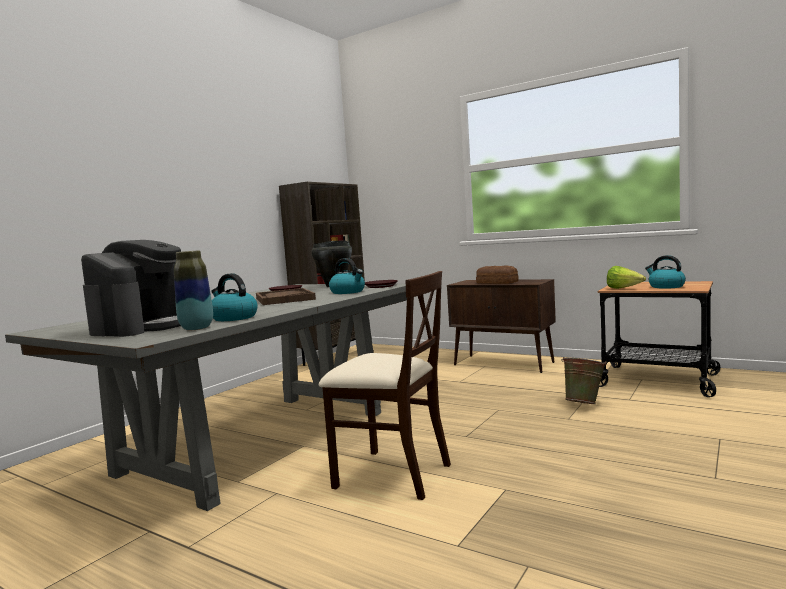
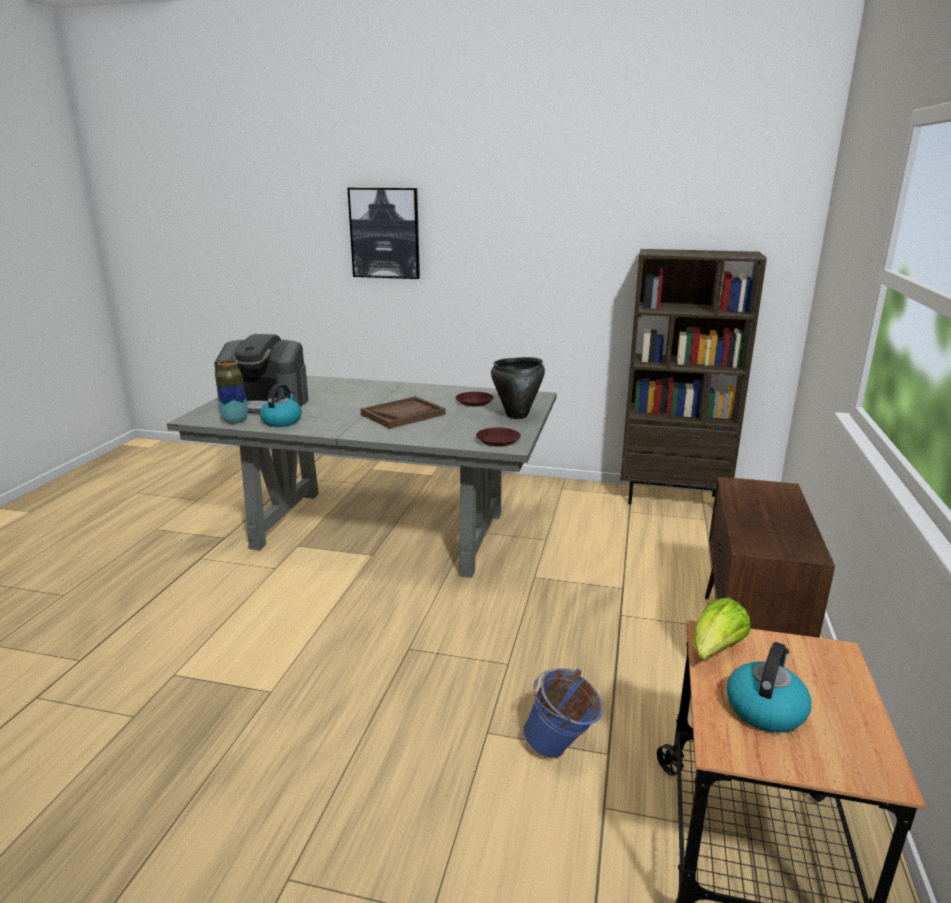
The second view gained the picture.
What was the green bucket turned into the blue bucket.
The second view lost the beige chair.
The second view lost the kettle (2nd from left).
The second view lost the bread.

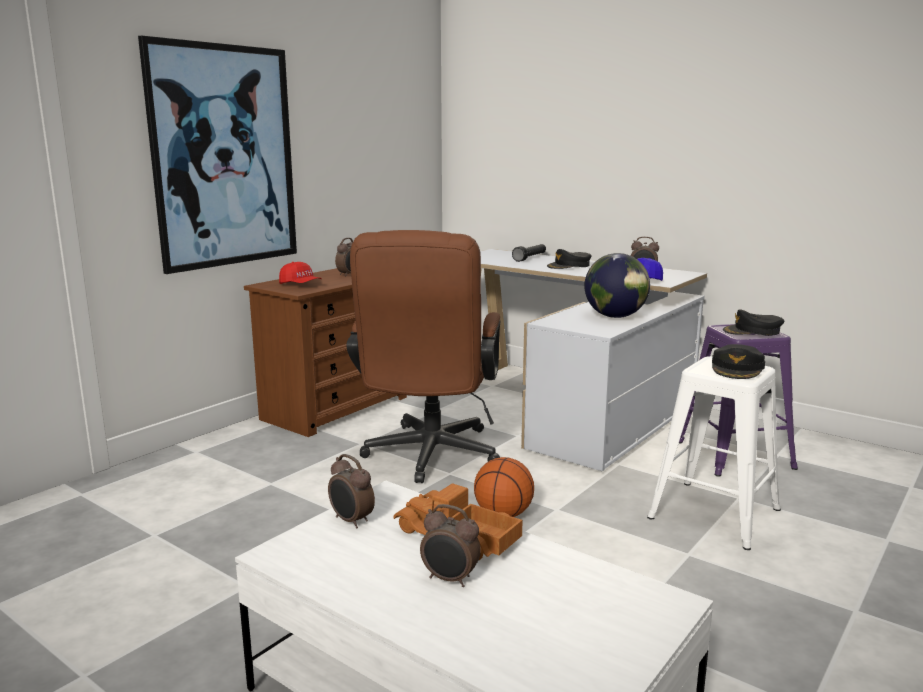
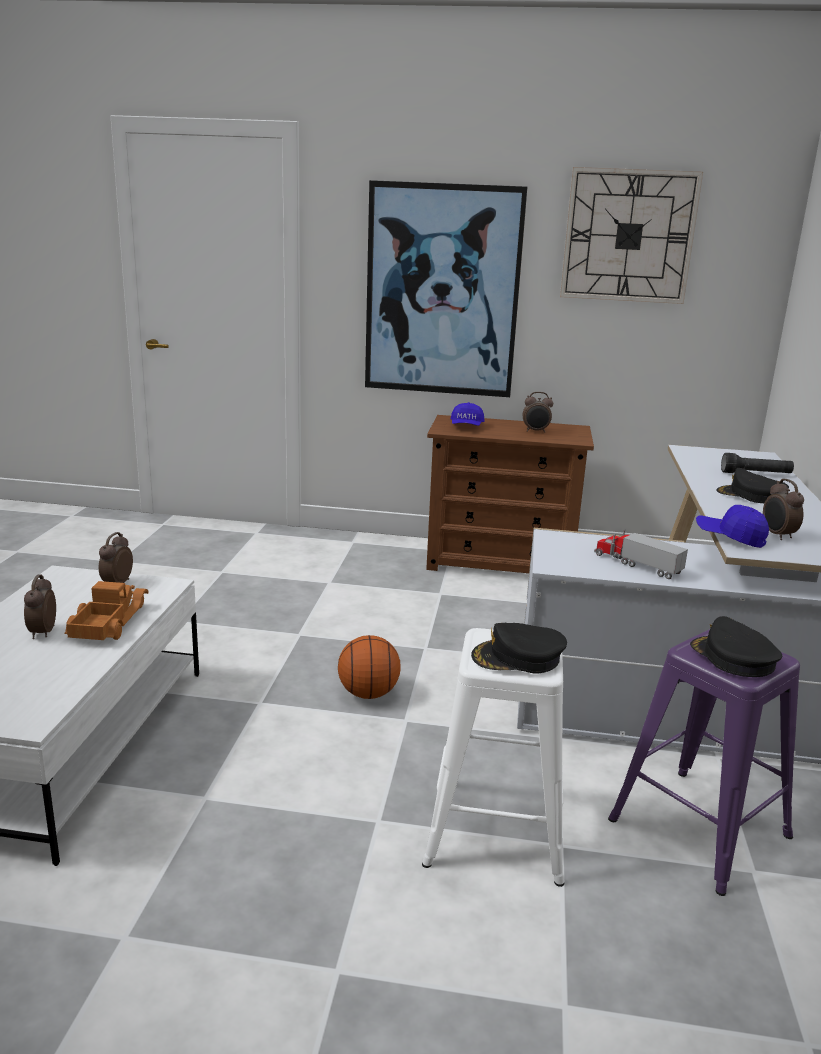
What was the red cap turned into the blue cap (1st from left).
The second view gained the wall clock.
Where the globe stood, the toy truck (2nd from left) came to stand.
The second view lost the brown office chair.

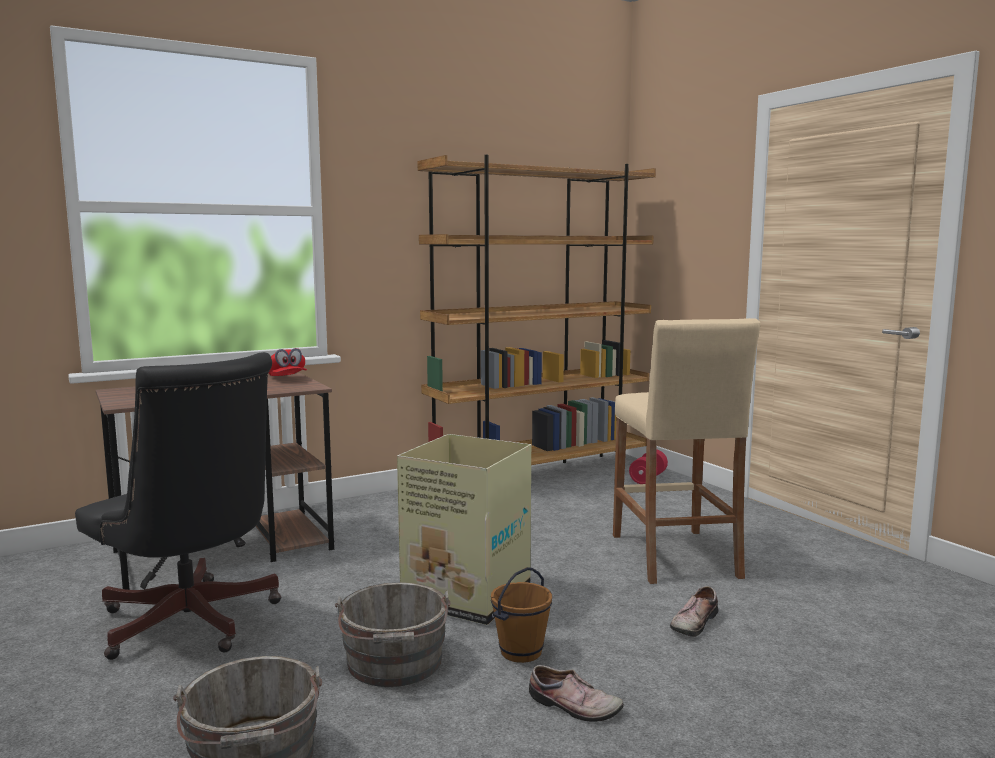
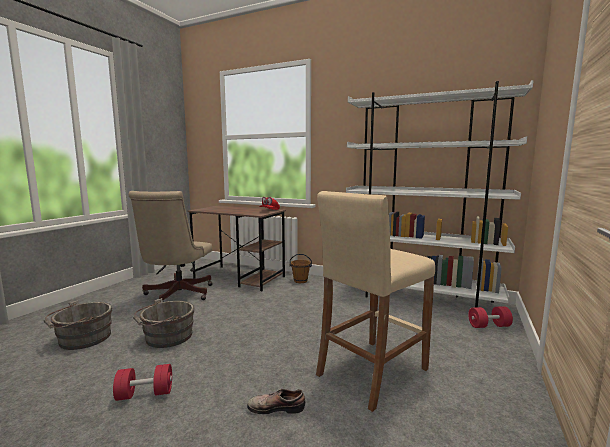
Where the shoe (1st from left) stood, the red dumbbell (1st from left) came to stand.
What was the black office chair turned into the beige office chair.
The brown bucket ended up elsewhere.
What was the brown bookcase turned into the white bookcase.
The second view lost the cardboard box.

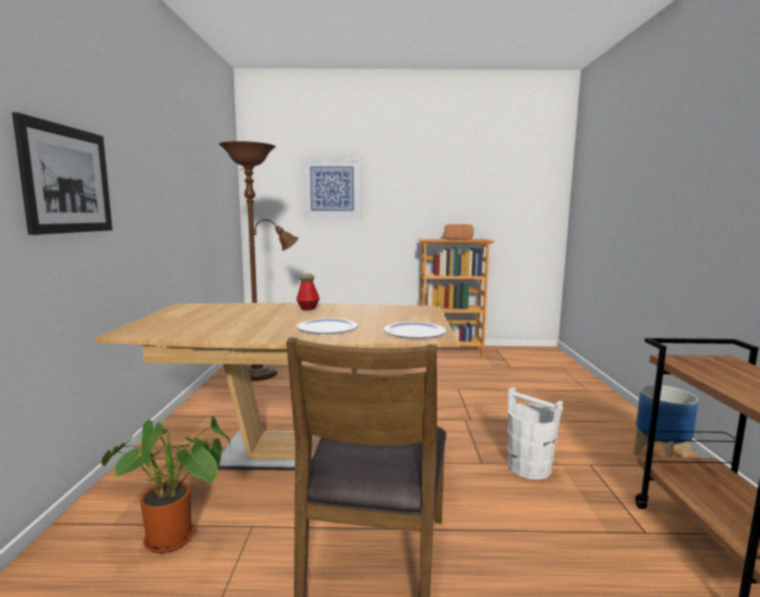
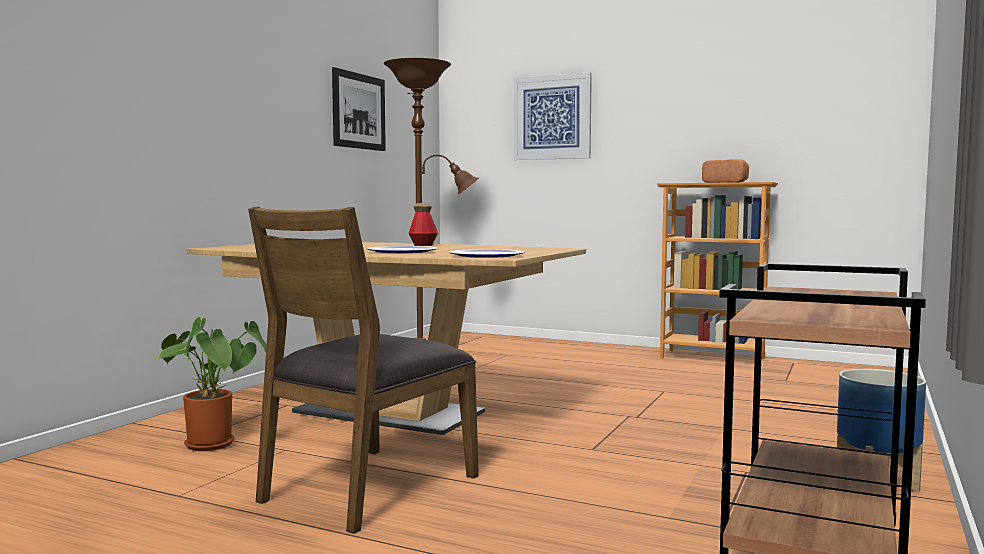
The picture (1st from left) ended up elsewhere.
The second view lost the white bucket.

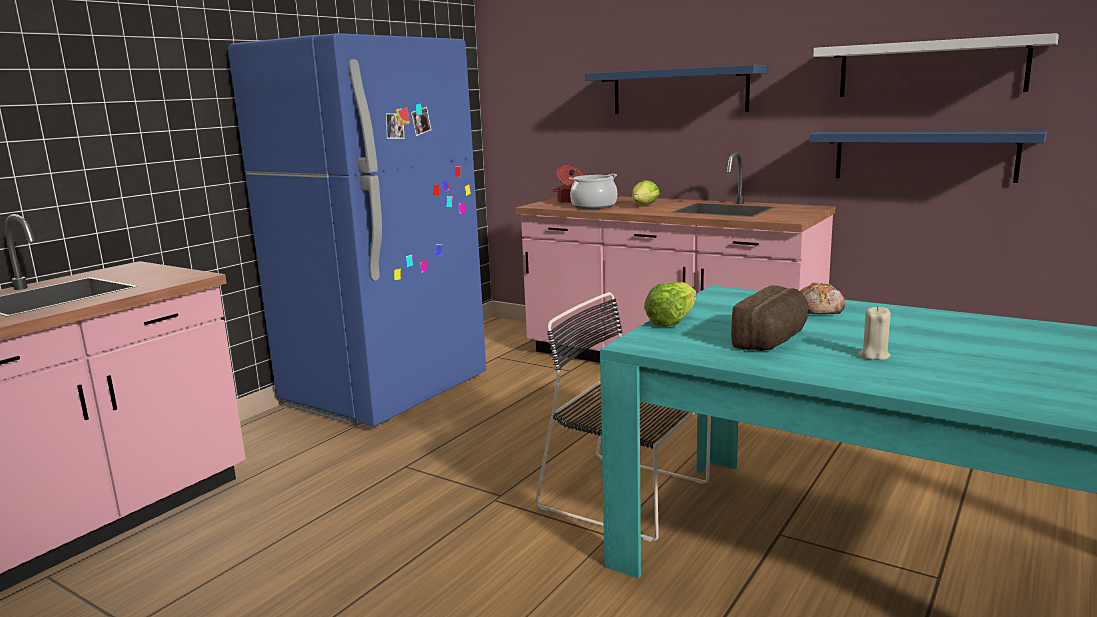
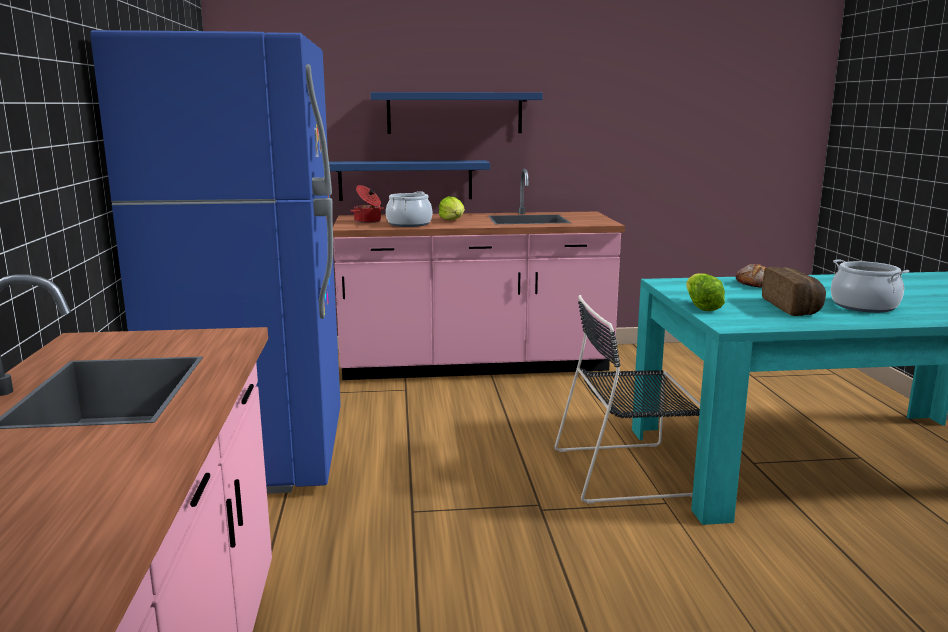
The blue shelf (2nd from left in the first image) ended up elsewhere.
Where the beige candle stood, the cooking pot (3rd from left) came to stand.
The second view lost the white shelf.

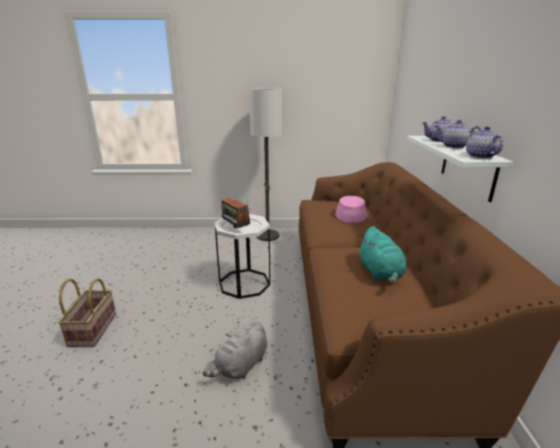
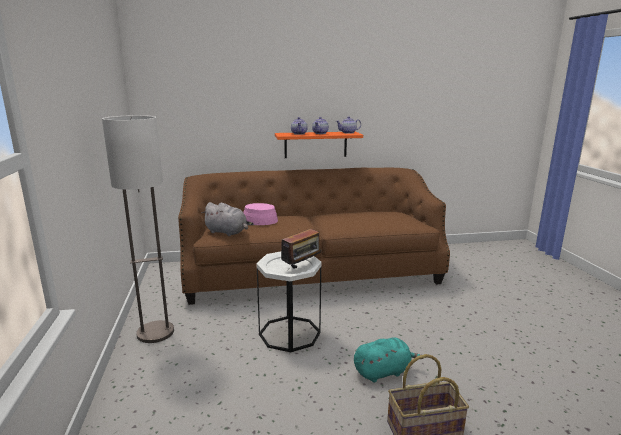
The grey plush toy ended up elsewhere.
What was the white shelf turned into the orange shelf.
The turquoise plush toy ended up elsewhere.

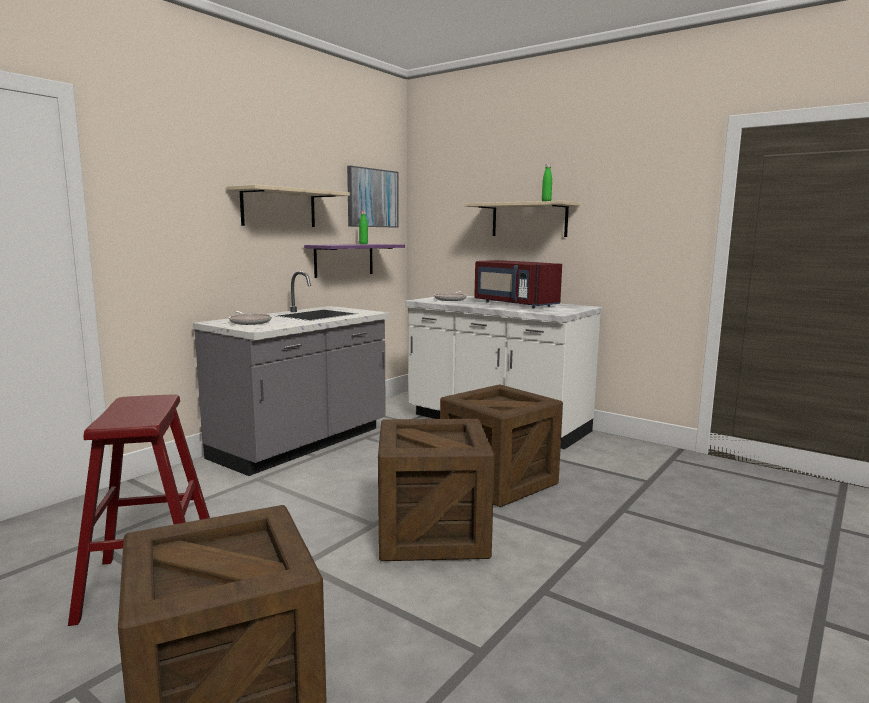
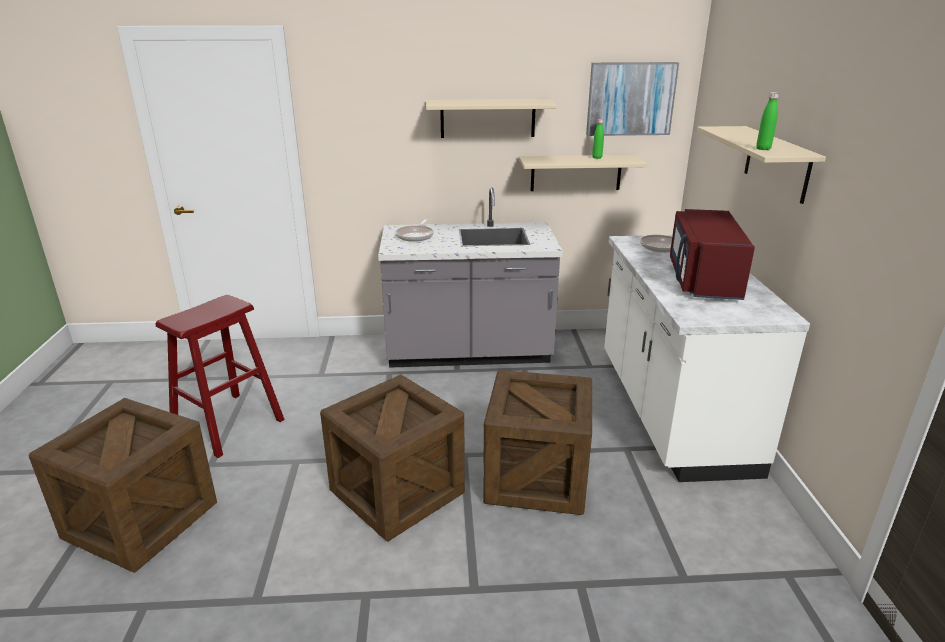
What was the purple shelf turned into the beige shelf (2nd from left).

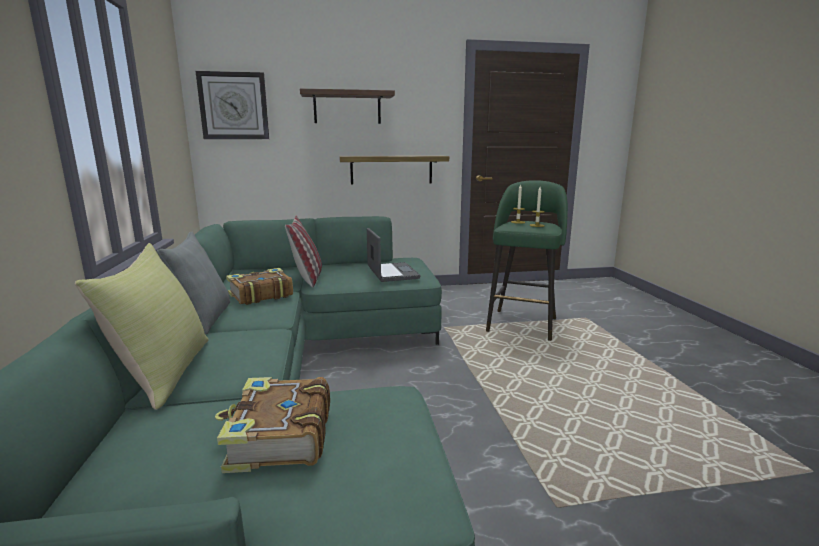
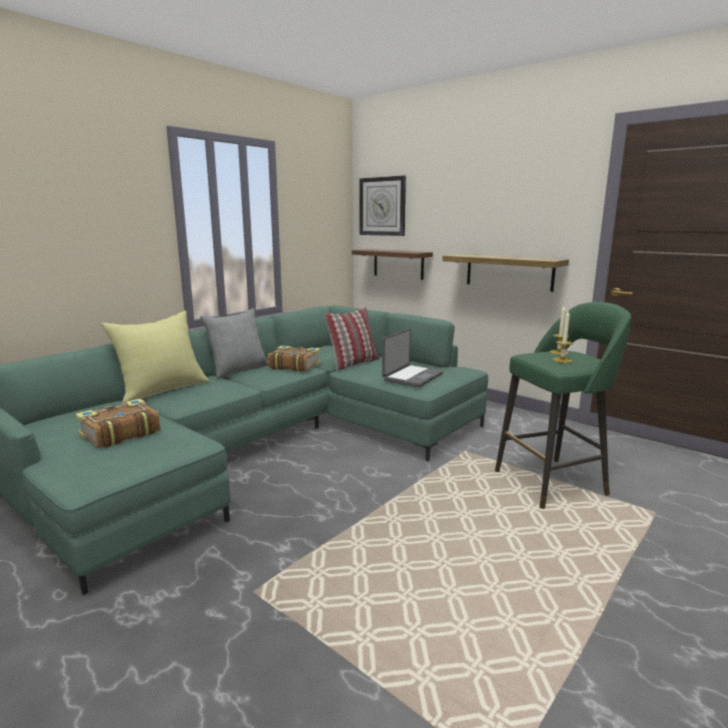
The shelf (1st from left) ended up elsewhere.

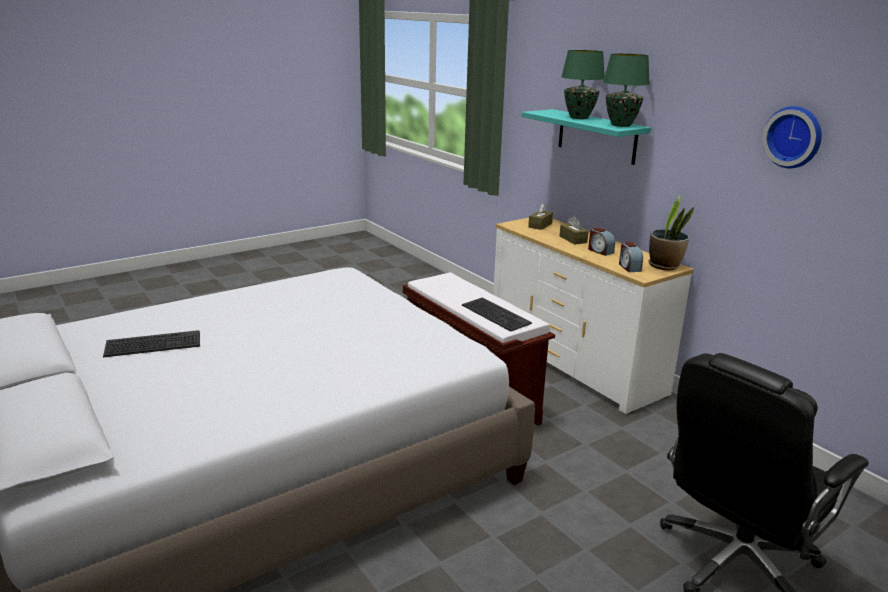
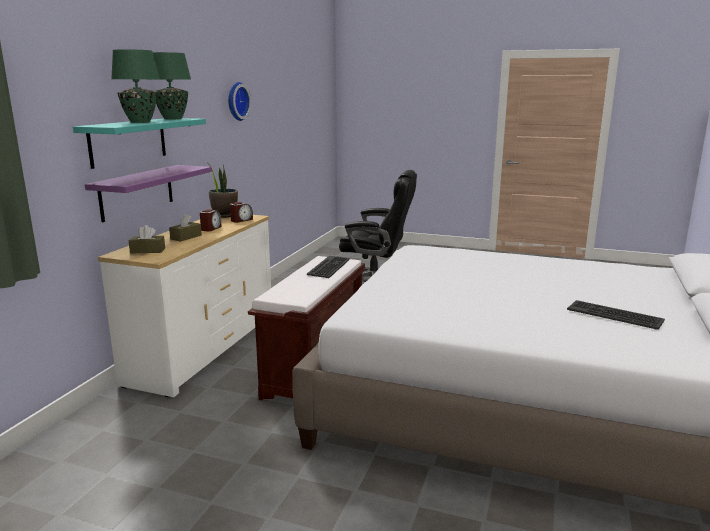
The second view gained the purple shelf.

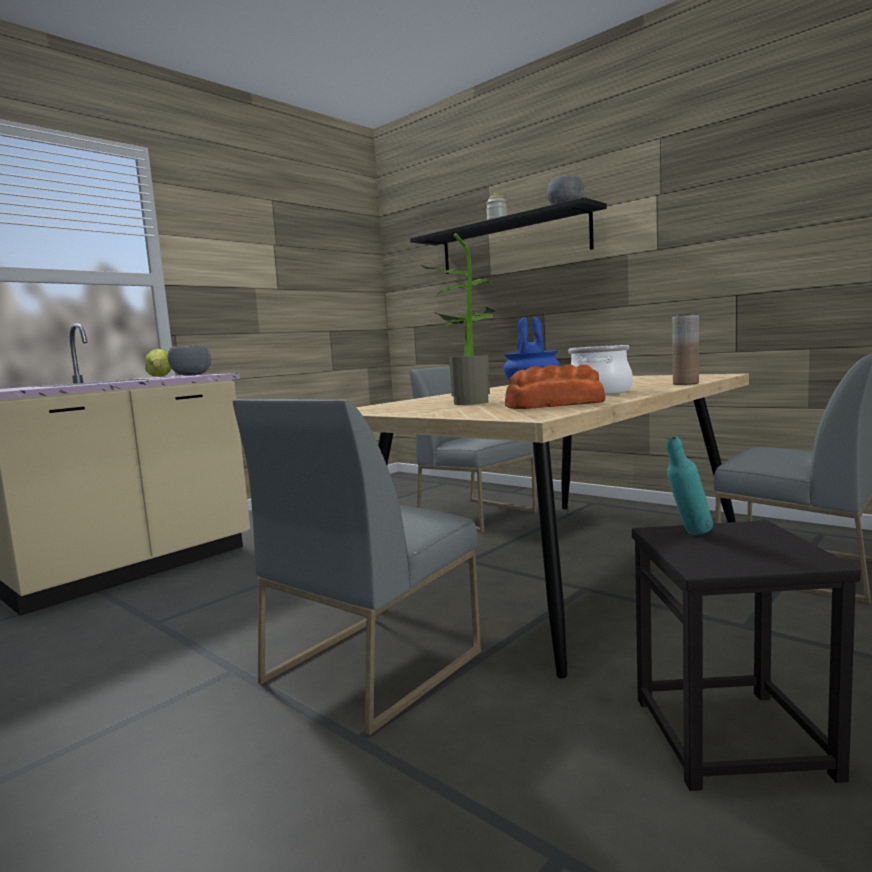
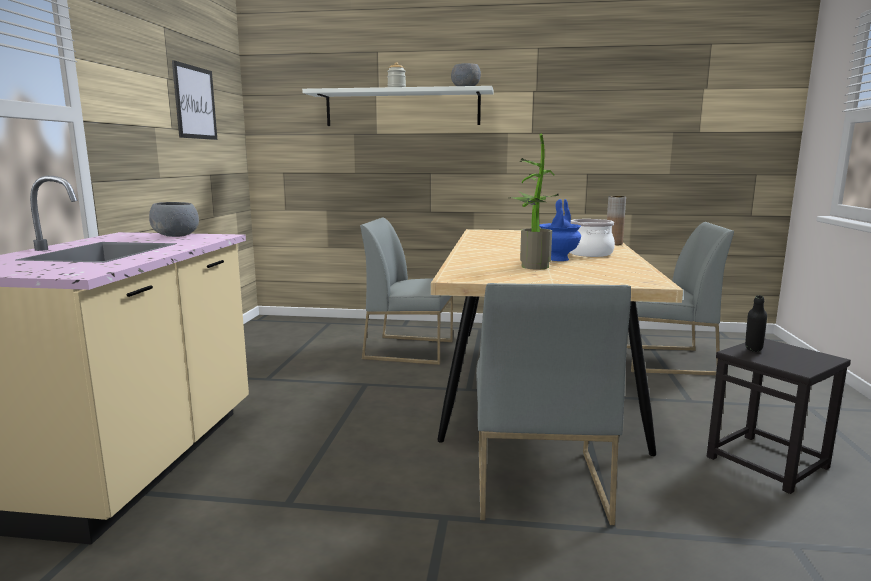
The second view gained the picture.
What was the black shelf turned into the white shelf.
What was the turquoise bottle turned into the black bottle.
The second view lost the lettuce.
The second view lost the bread.

